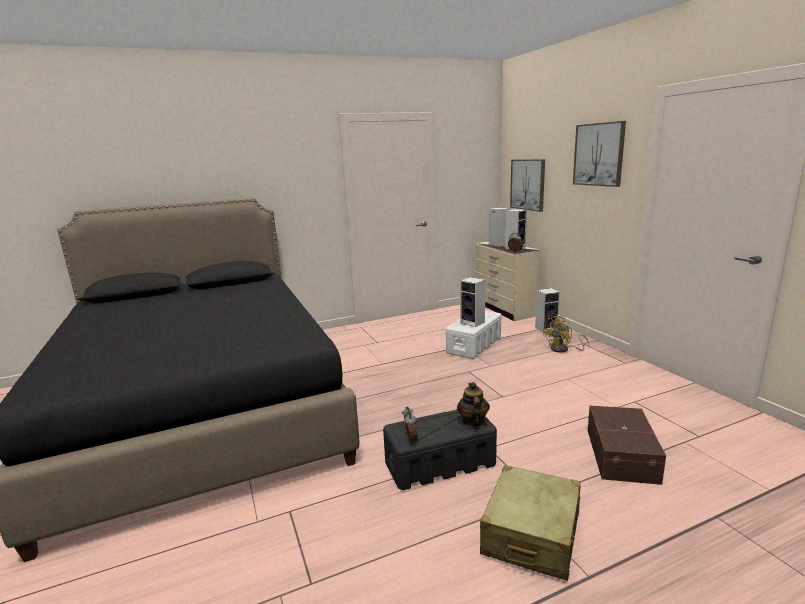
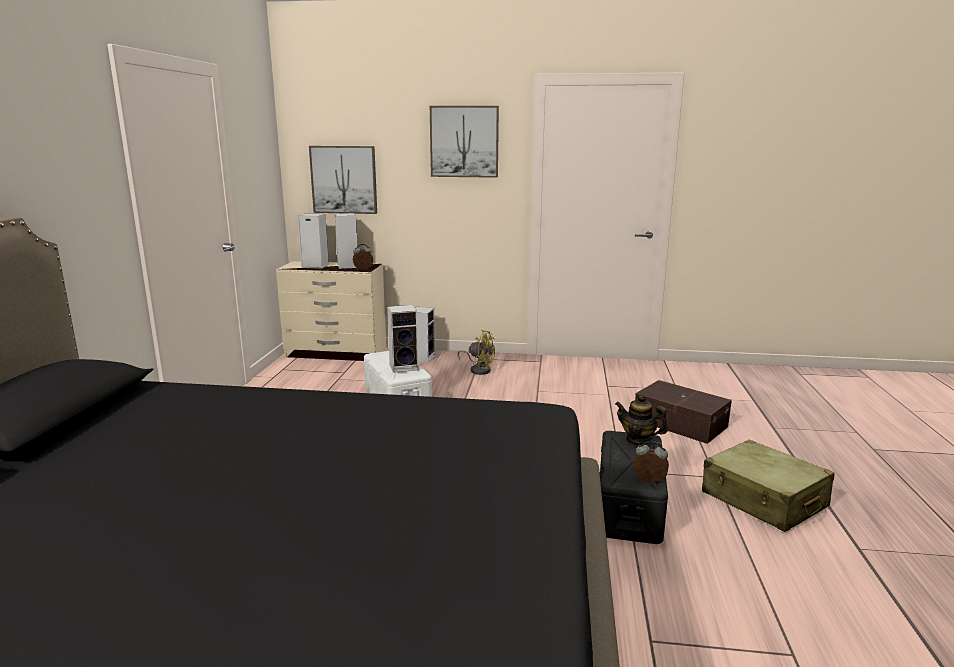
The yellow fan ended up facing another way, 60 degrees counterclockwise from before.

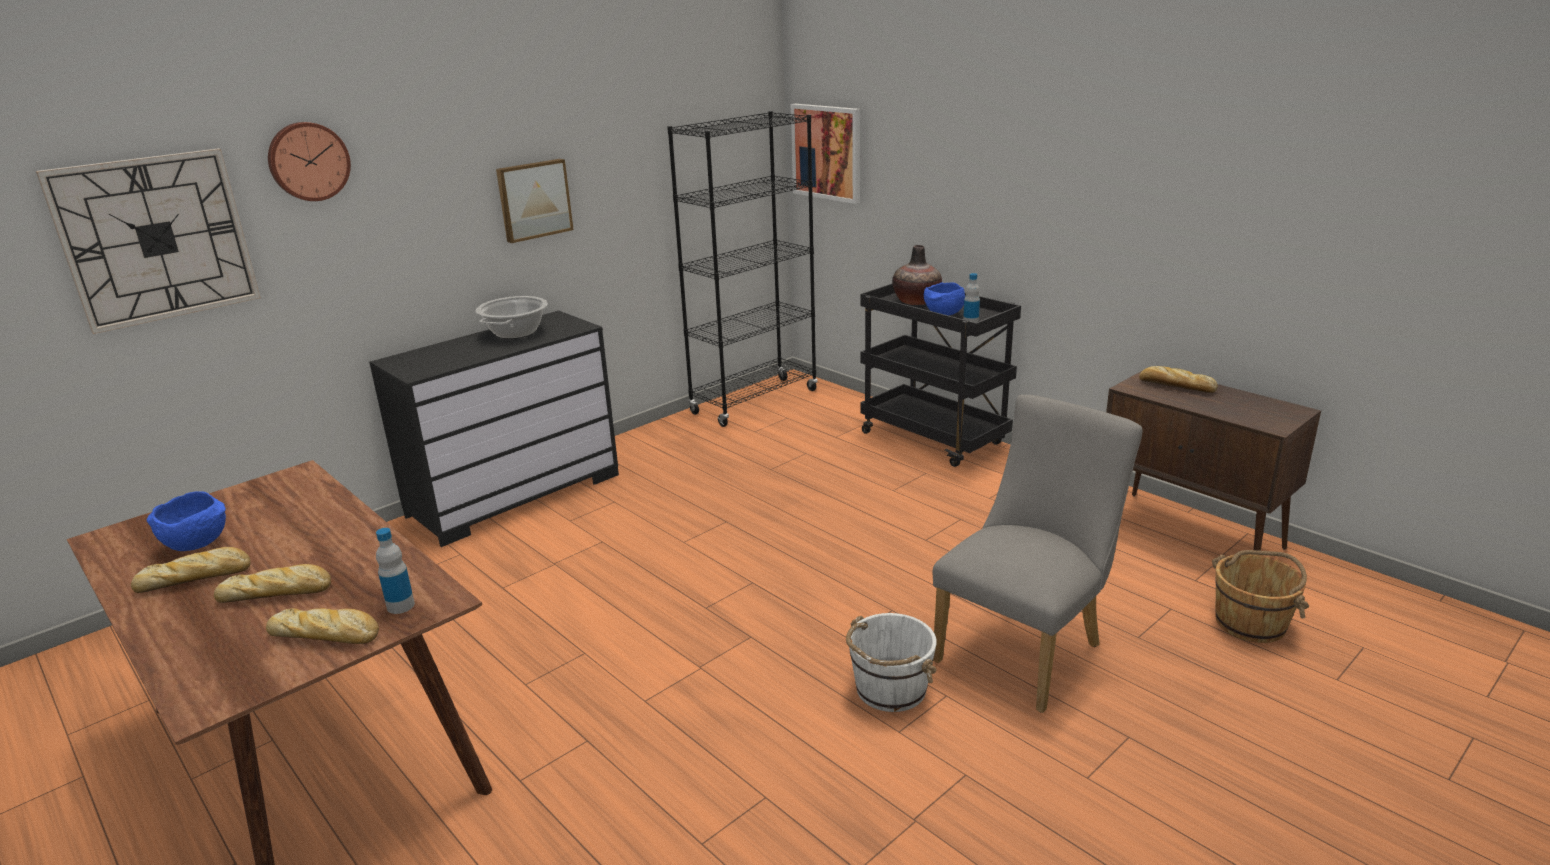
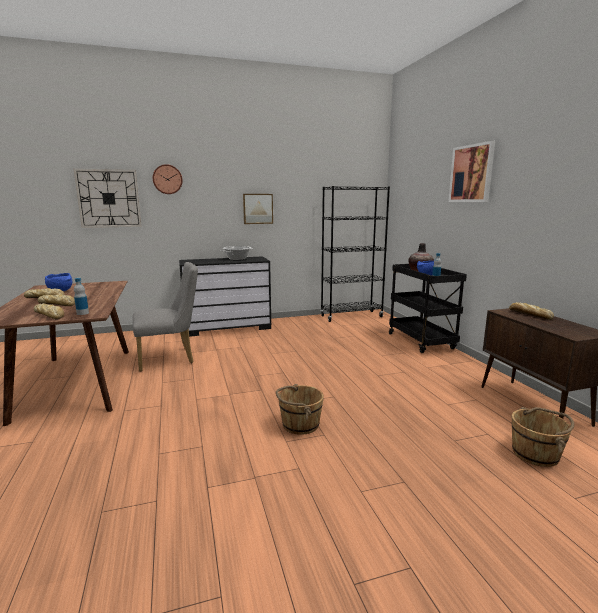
The grey chair ended up elsewhere.
What was the white bucket turned into the brown bucket (1st from left).
The picture (2nd from left) ended up elsewhere.

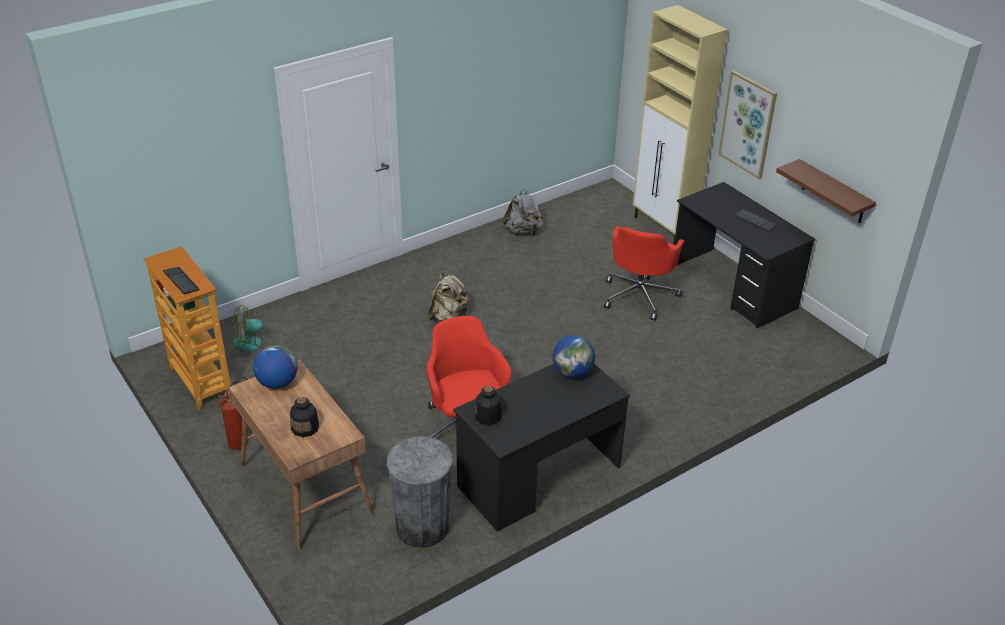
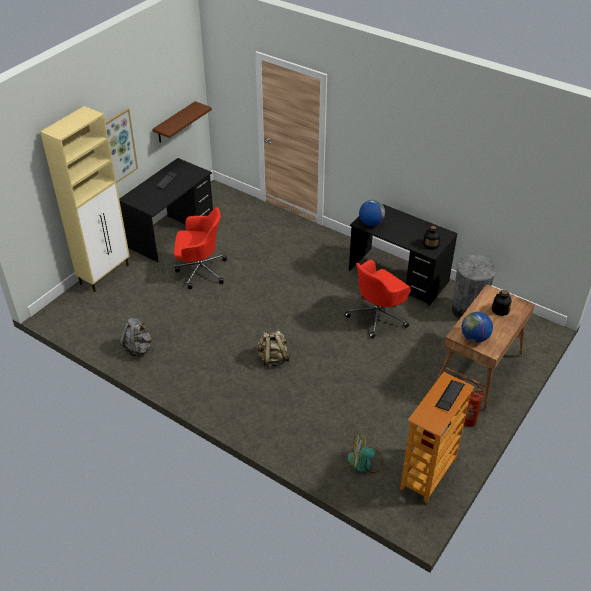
The fan ended up facing another way, 135 degrees clockwise from before.

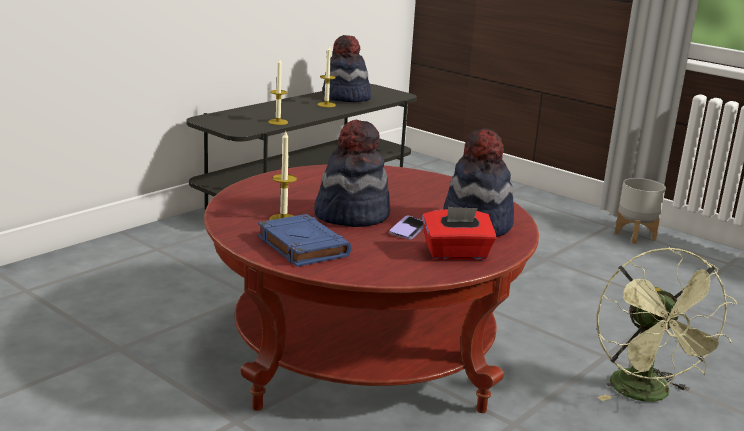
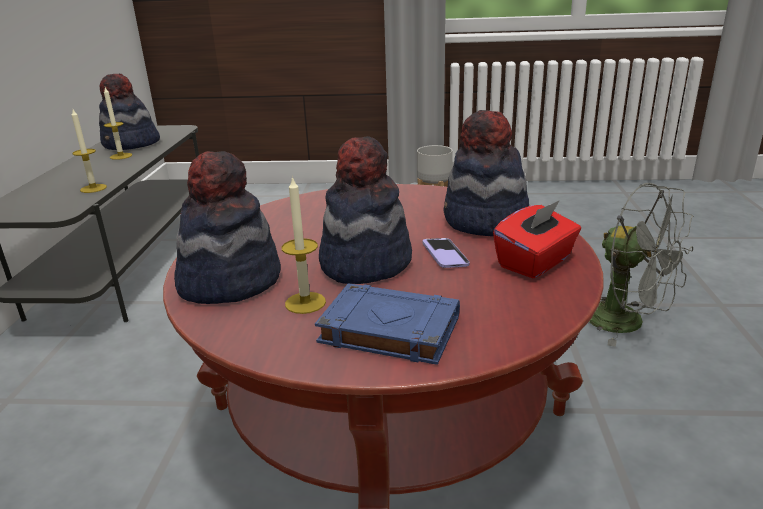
The second view gained the hat (2nd from left).
What was the green fan turned into the grey fan.

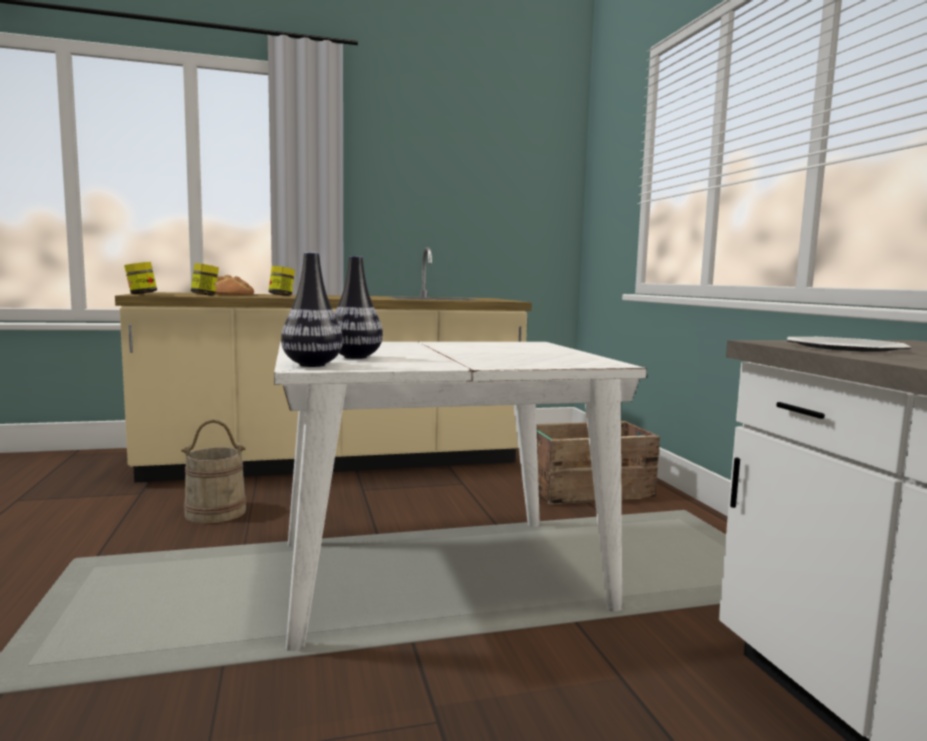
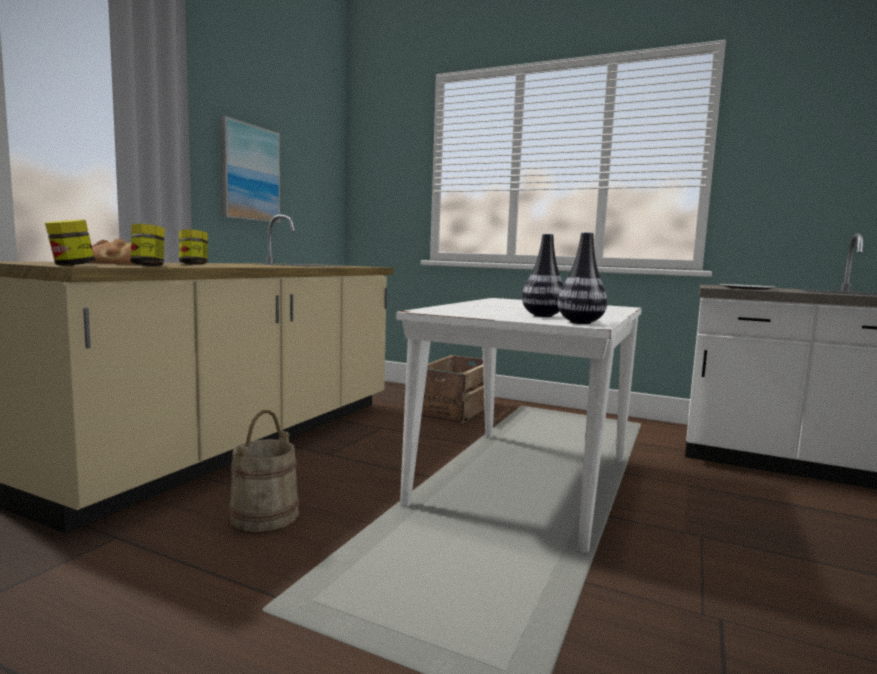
The second view gained the picture.

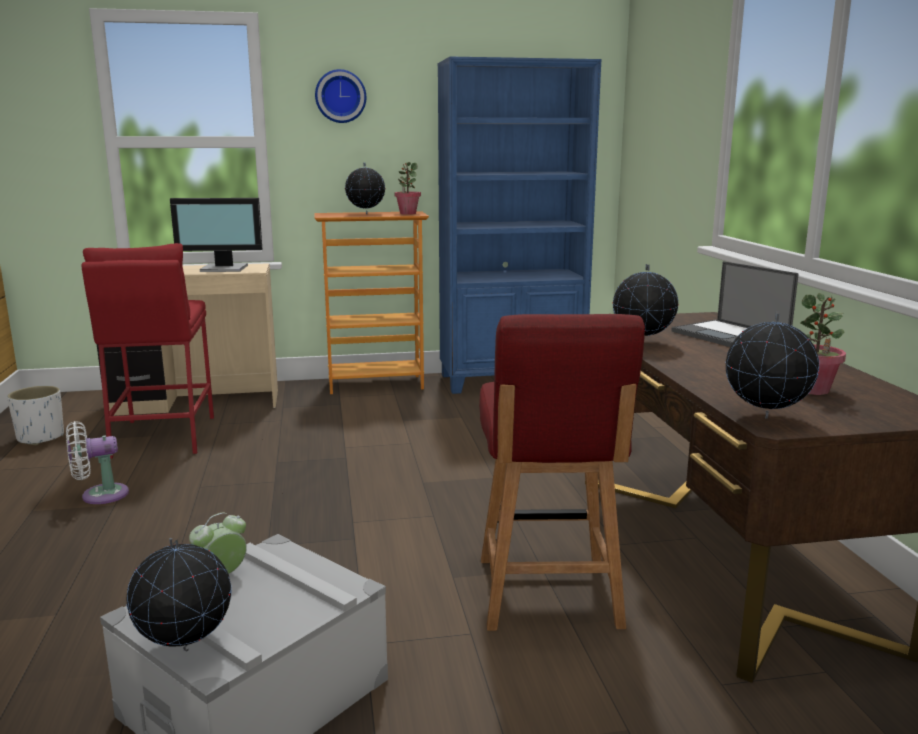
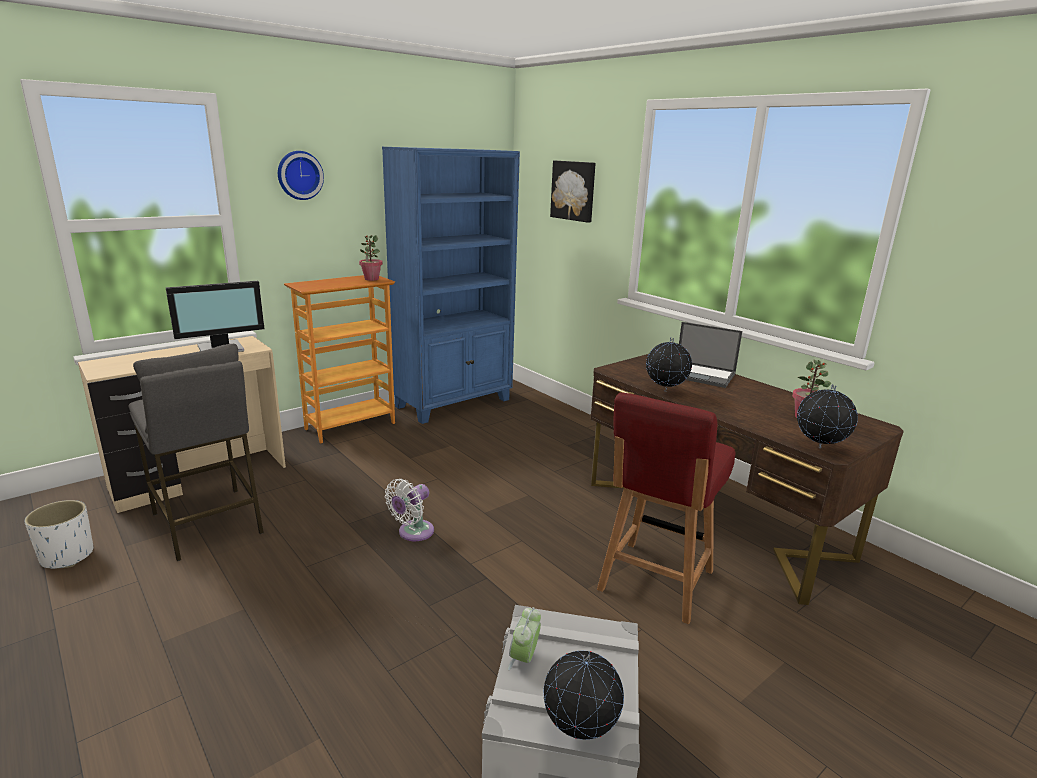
What was the red stool turned into the grey stool.
The white fan ended up elsewhere.
The second view gained the picture.
The red chair ended up facing another way, 60 degrees clockwise from before.
The second view lost the globe (2nd from left).

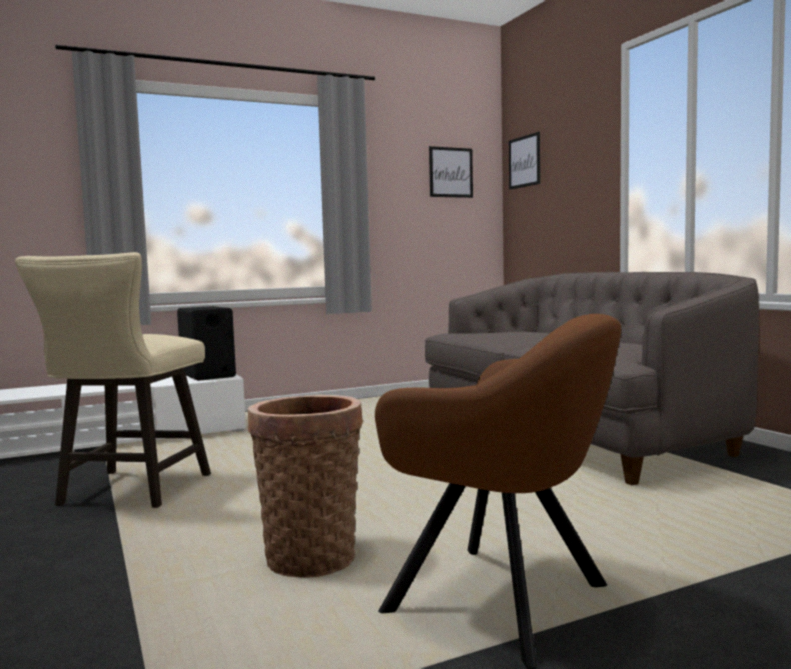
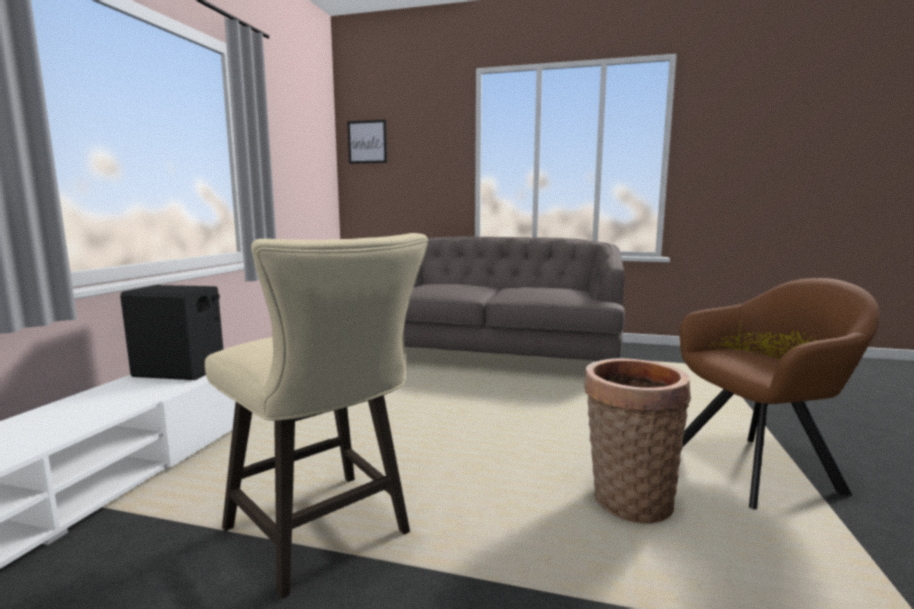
The second view lost the picture (1st from left).

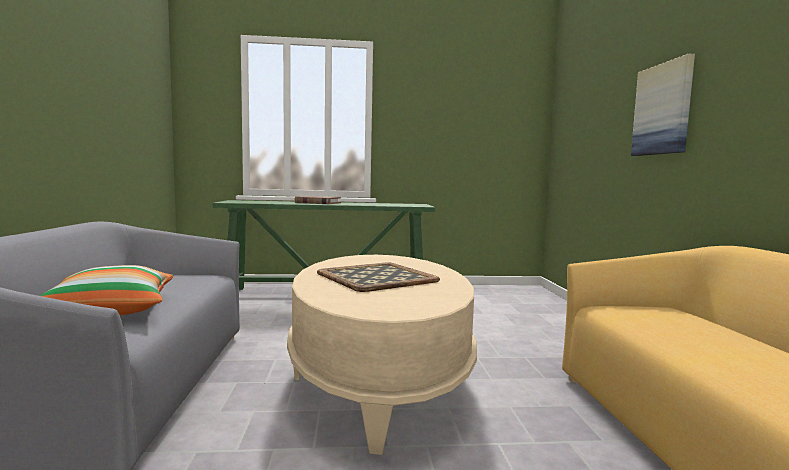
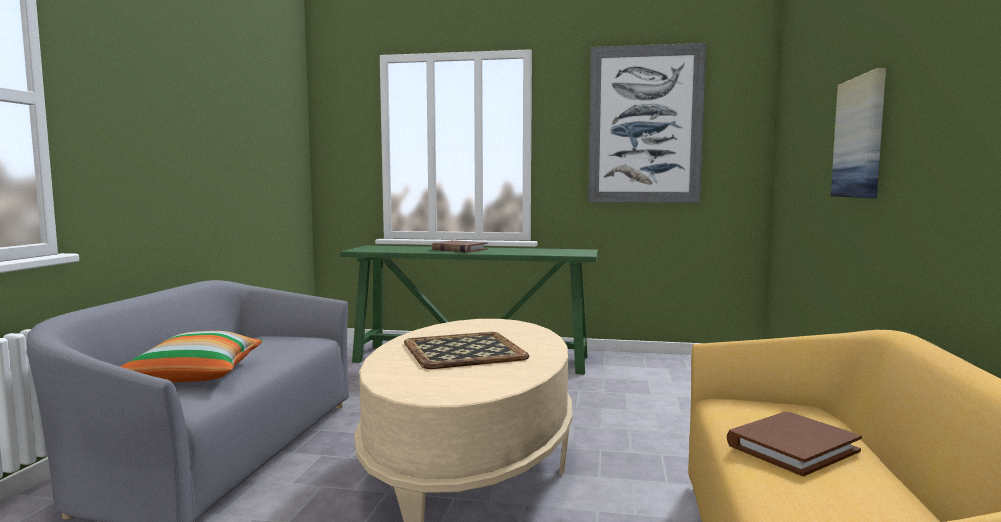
The second view gained the picture (1st from left).
The second view gained the brown book (2nd from left).

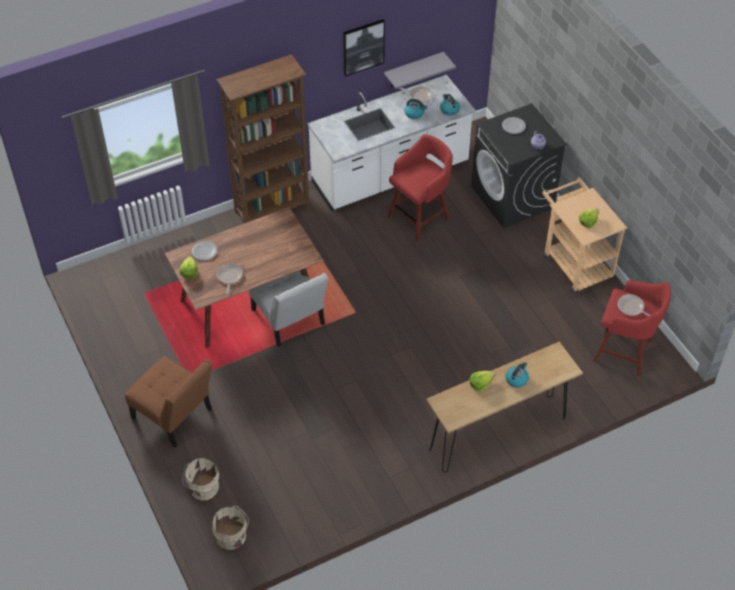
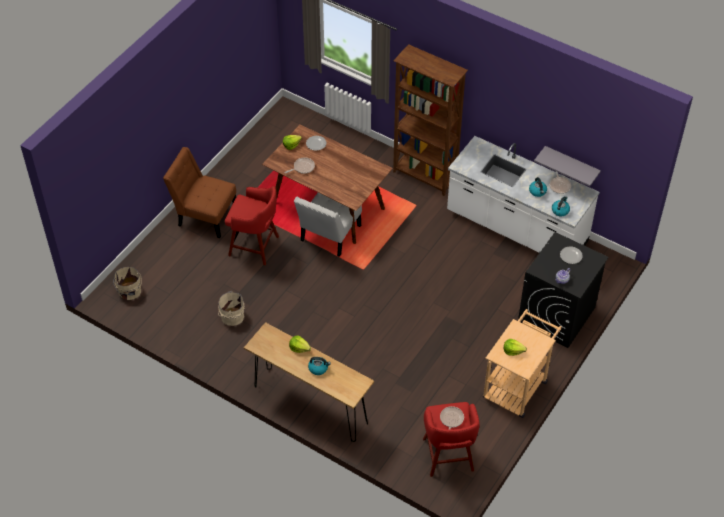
The brown chair ended up facing another way, 105 degrees clockwise from before.
The beige bucket (1st from left in the first image) ended up elsewhere.
The red stool (1st from left) ended up elsewhere.
The second view lost the picture.

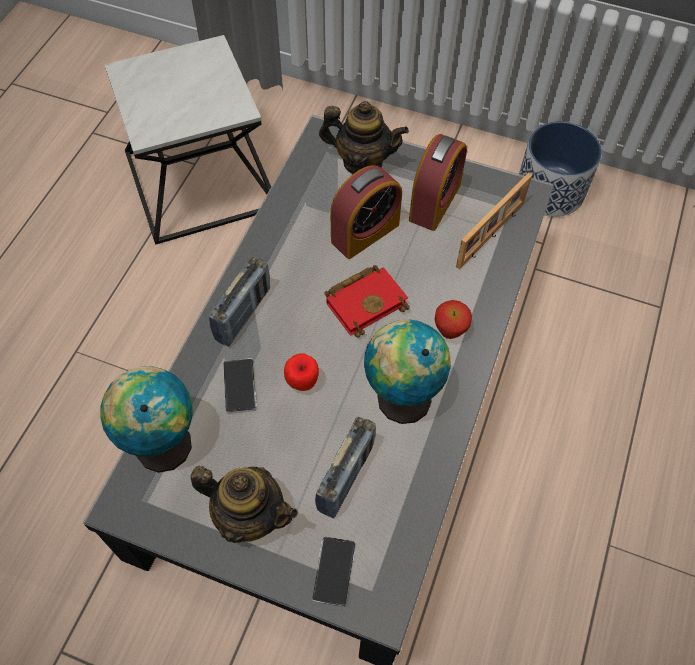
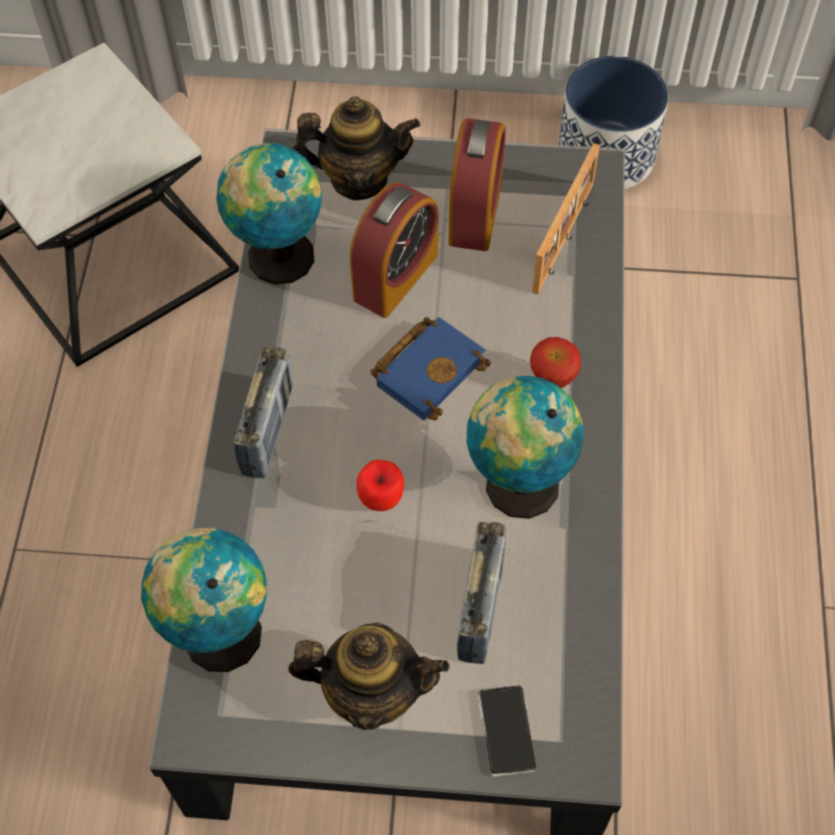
The second view gained the globe (2nd from left).
What was the red book turned into the blue book.
The second view lost the phone (1st from left).

